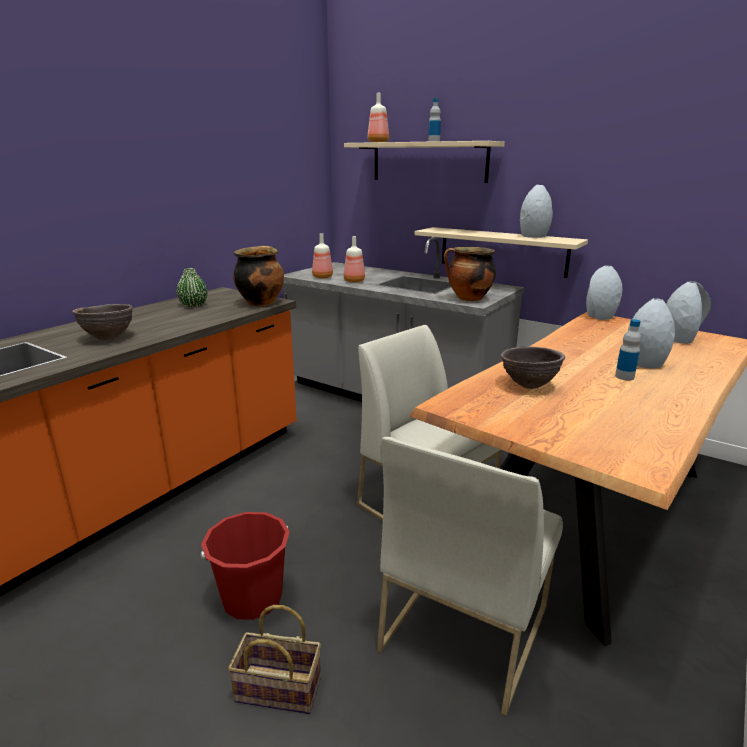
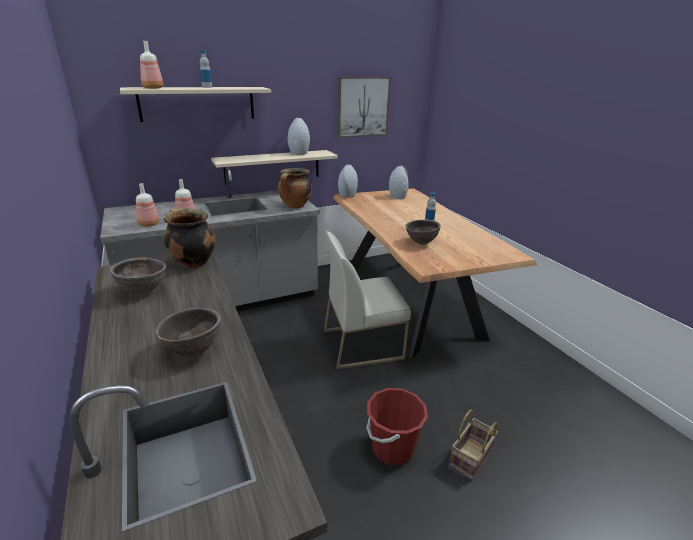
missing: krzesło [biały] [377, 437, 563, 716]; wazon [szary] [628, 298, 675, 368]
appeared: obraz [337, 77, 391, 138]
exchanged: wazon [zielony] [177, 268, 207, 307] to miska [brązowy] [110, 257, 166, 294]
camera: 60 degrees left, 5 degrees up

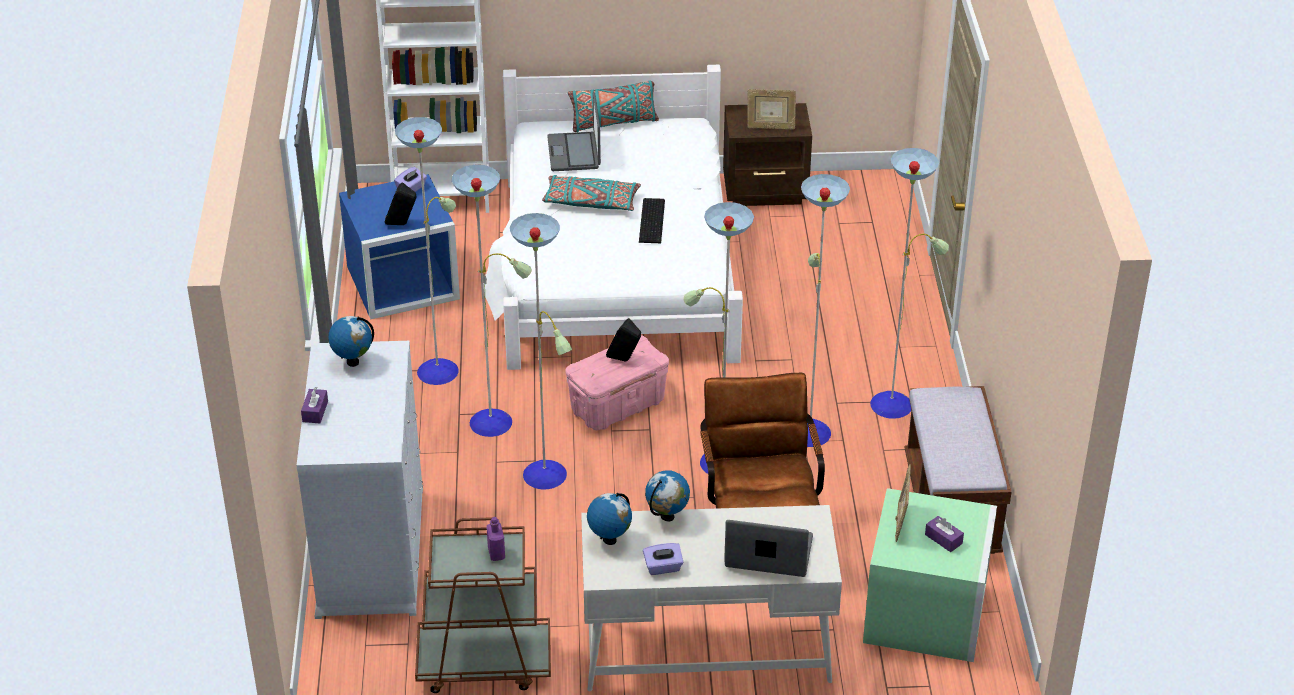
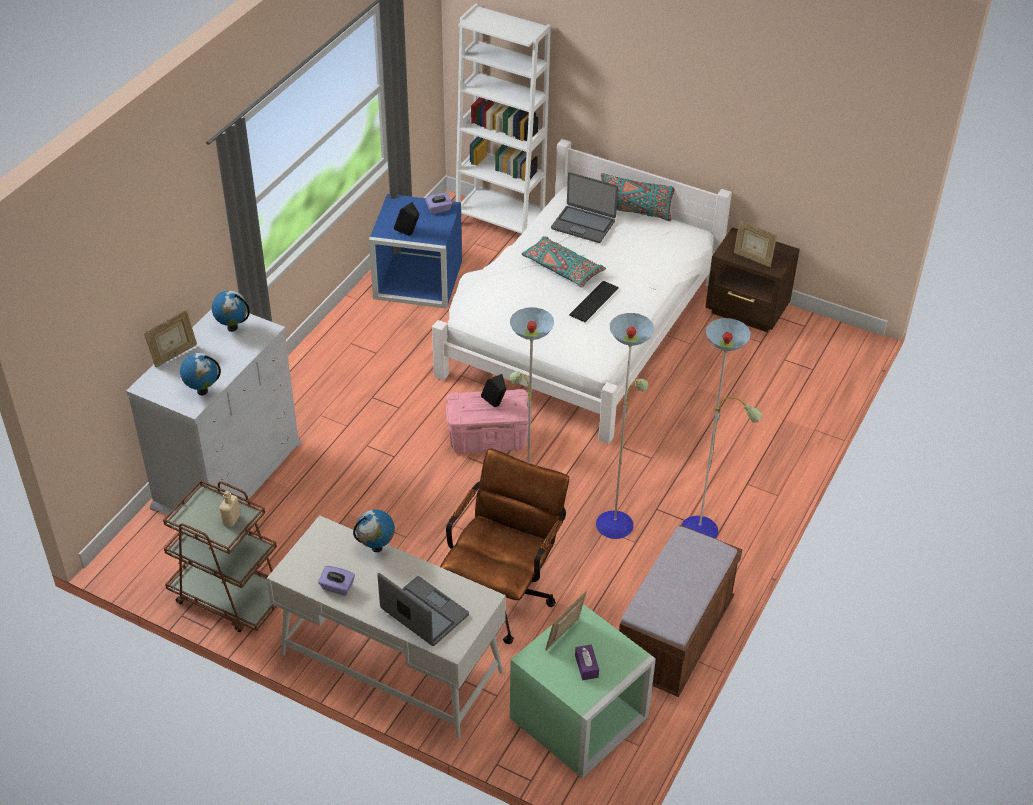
missing: lampa stojąca [395, 117, 572, 489]
relocated: globus [587, 493, 632, 545] to [180, 353, 221, 395]
exchanged: pudełko chusteczek [fioletowy] [301, 387, 328, 423] to ramka na zdjęcie [144, 310, 197, 367]
colour: butelka [fioletowy] [486, 517, 505, 561] to butelka [beżowy] [219, 491, 240, 527]
spun: laptop [547, 92, 601, 171] = [551, 172, 618, 243] 90 degrees counterclockwise
camera: 30 degrees right, 5 degrees up

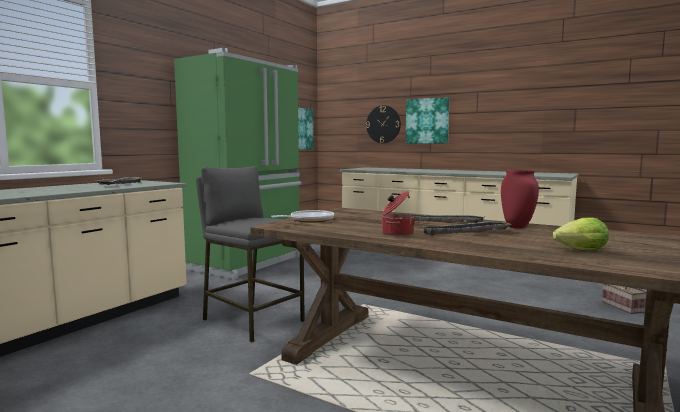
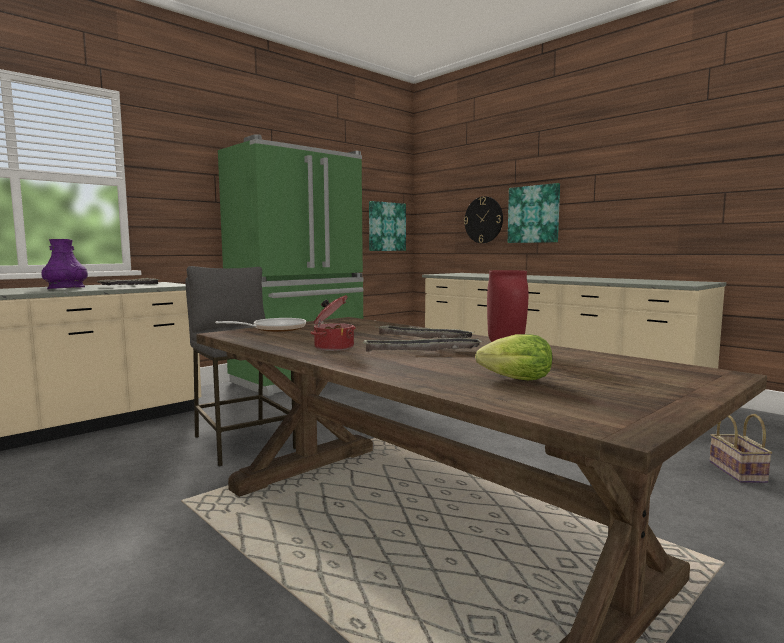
appeared: wazon [fioletowy] [41, 239, 88, 289]
camera: 15 degrees right, 0 degrees up

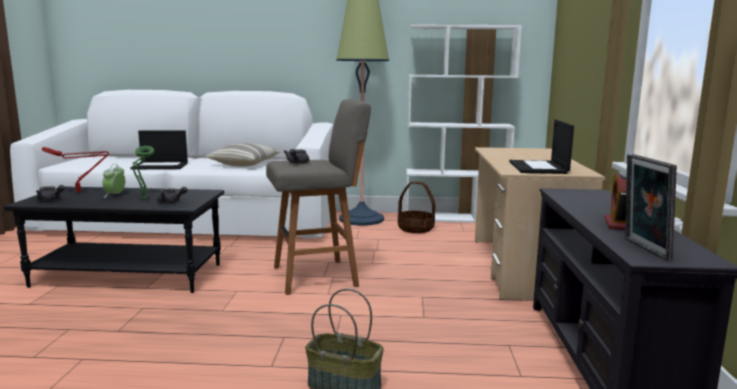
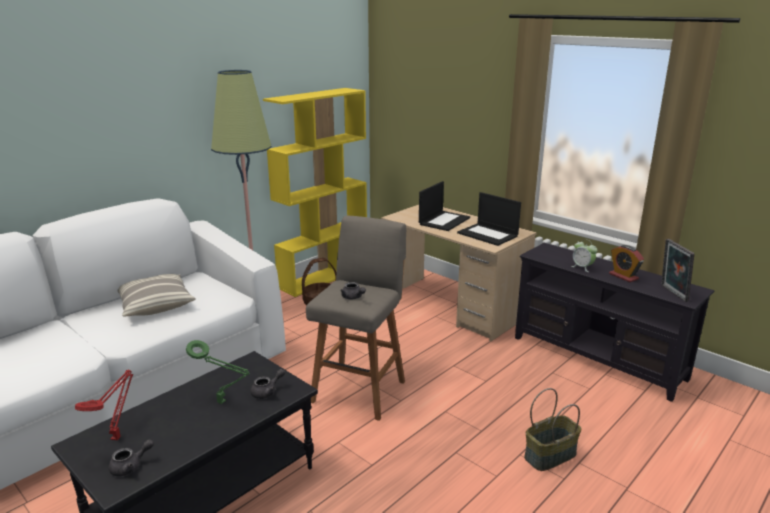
relocated: budzik [102, 164, 125, 198] to [571, 239, 597, 272]; laptop [131, 130, 188, 170] to [419, 181, 470, 231]
colour: regał [biały] [406, 25, 522, 223] to regał [żółty] [263, 88, 367, 297]
spun: ramka na zdjęcie [625, 154, 677, 261] = [661, 239, 695, 302] 45 degrees clockwise
camera: 50 degrees left, 10 degrees up

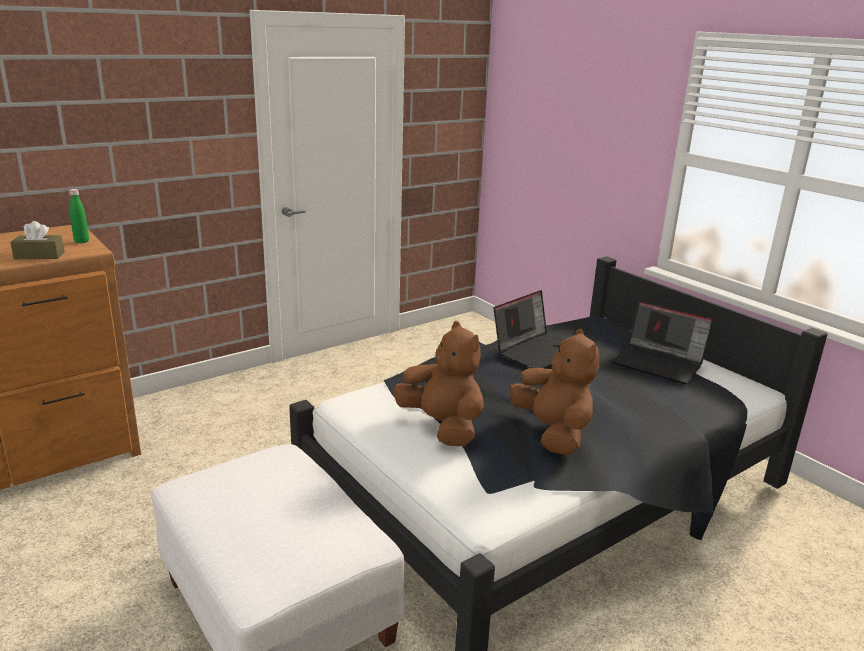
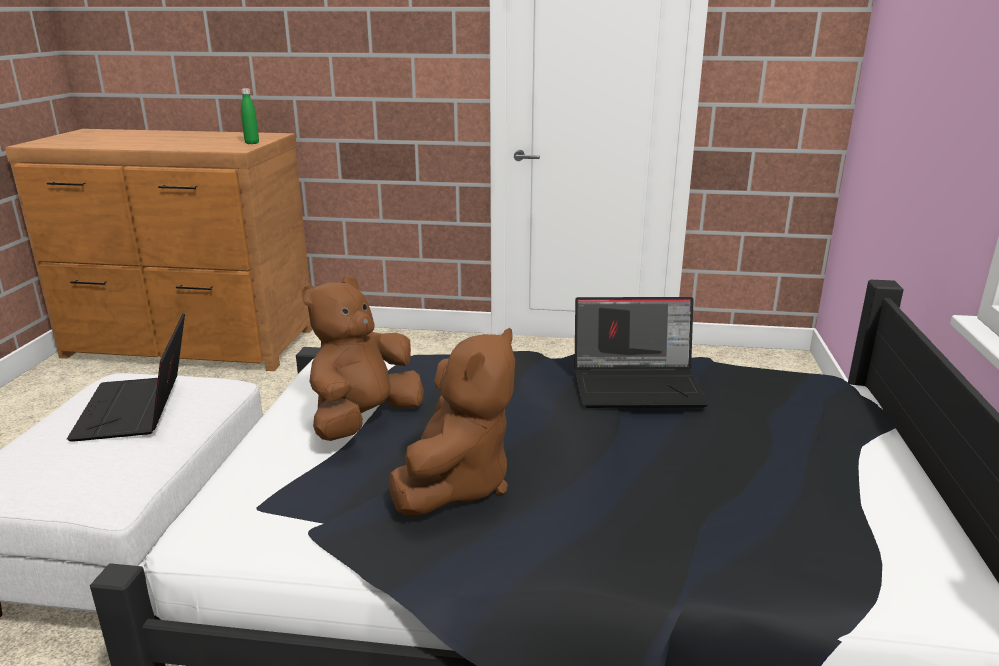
missing: pudełko chusteczek [brązowy] [10, 221, 65, 259]
relocated: laptop [611, 301, 714, 384] to [67, 313, 185, 442]
spun: pluszak [brązowy] [393, 321, 484, 446] = [302, 275, 424, 441] 150 degrees counterclockwise
camera: 45 degrees right, 0 degrees up

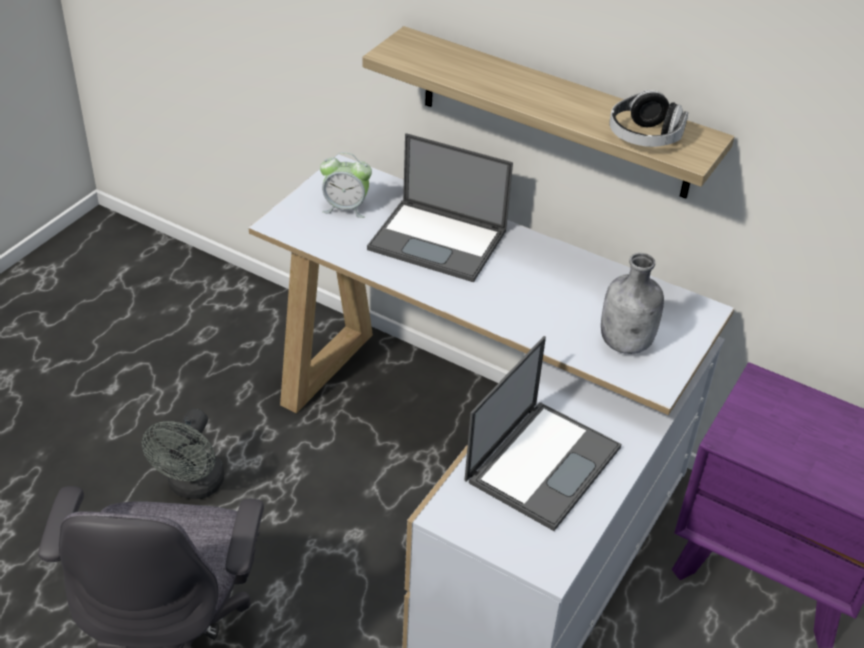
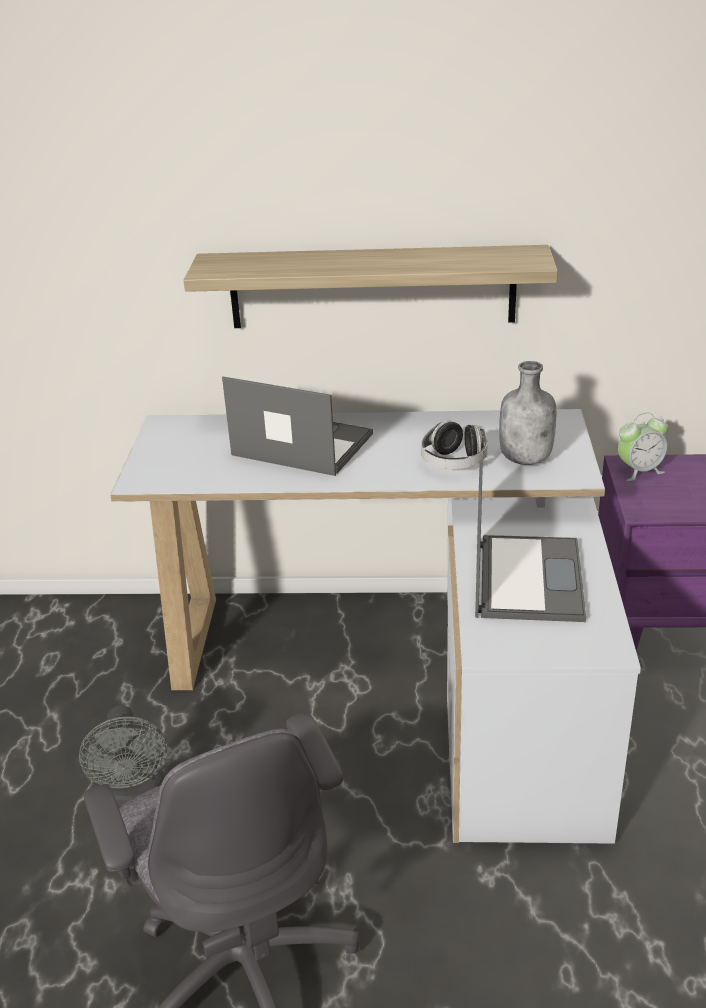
relocated: budzik [320, 152, 372, 218] to [618, 413, 668, 481]; słuchawki [609, 90, 688, 147] to [421, 421, 488, 469]
spun: laptop [367, 133, 513, 282] = [222, 377, 373, 476] 150 degrees counterclockwise
camera: 25 degrees left, 10 degrees down

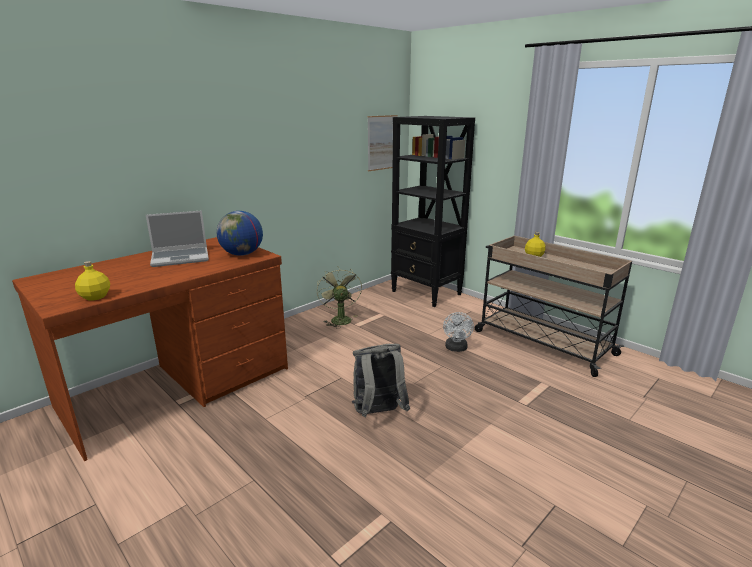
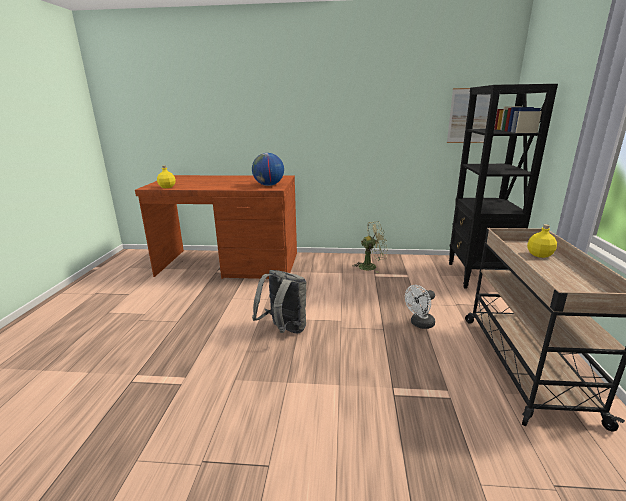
missing: laptop [146, 210, 209, 267]
spun: wentylator [zielony] [317, 267, 362, 328] = [353, 221, 388, 273] 45 degrees clockwise
camera: 50 degrees right, 0 degrees up

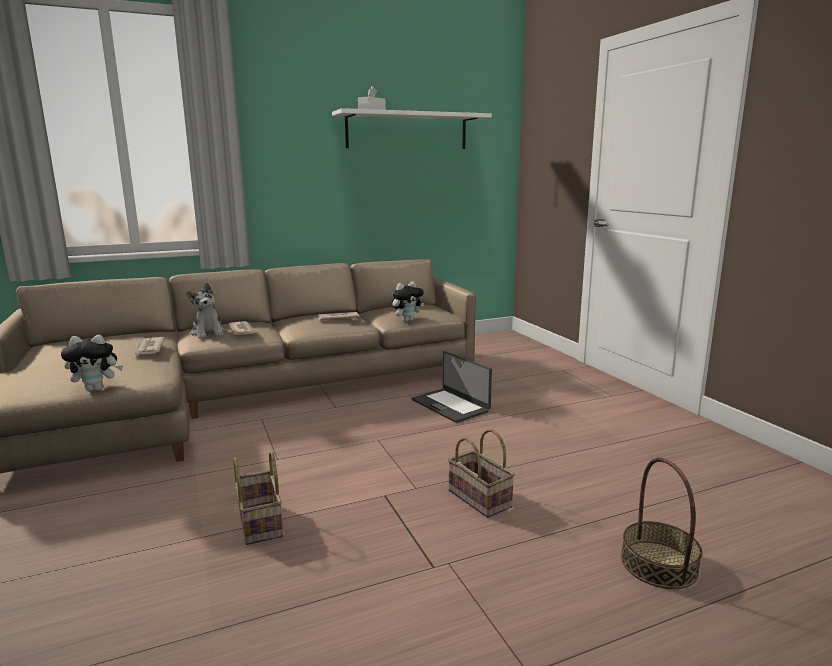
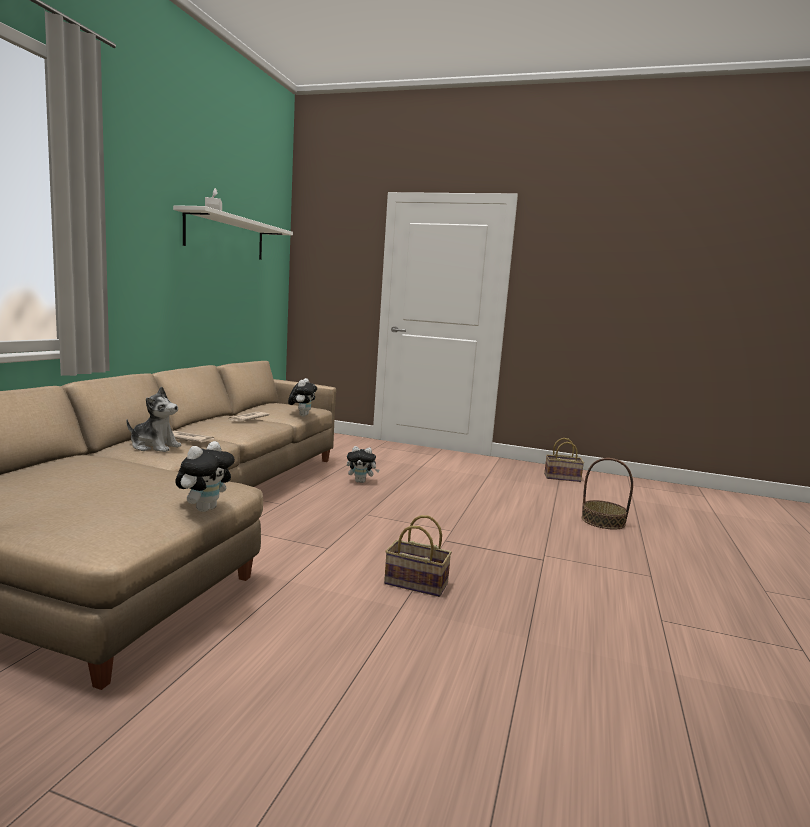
missing: gazeta [134, 337, 165, 357]
relocated: koszyk [448, 429, 515, 518] to [544, 438, 584, 482]
exchanged: laptop [412, 351, 492, 423] to pluszak [347, 446, 379, 483]
camera: 50 degrees left, 5 degrees down

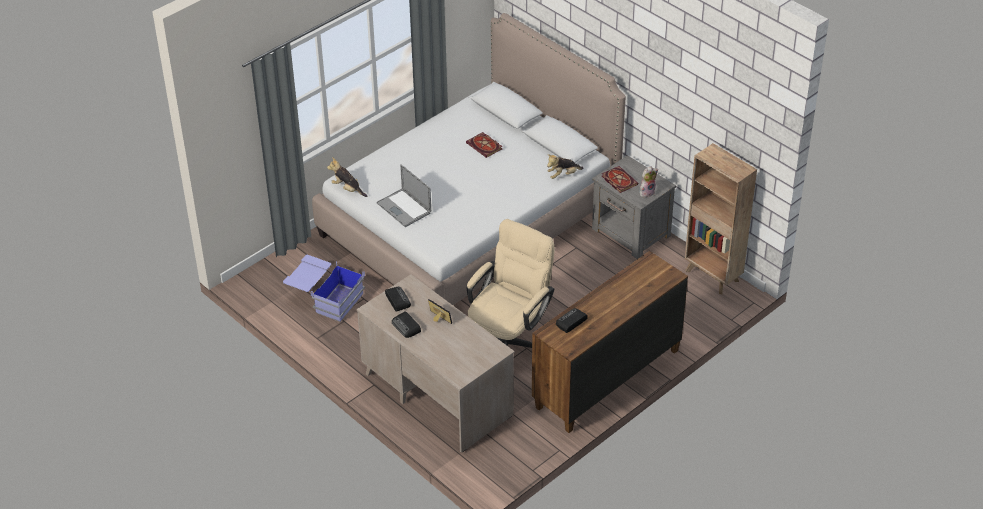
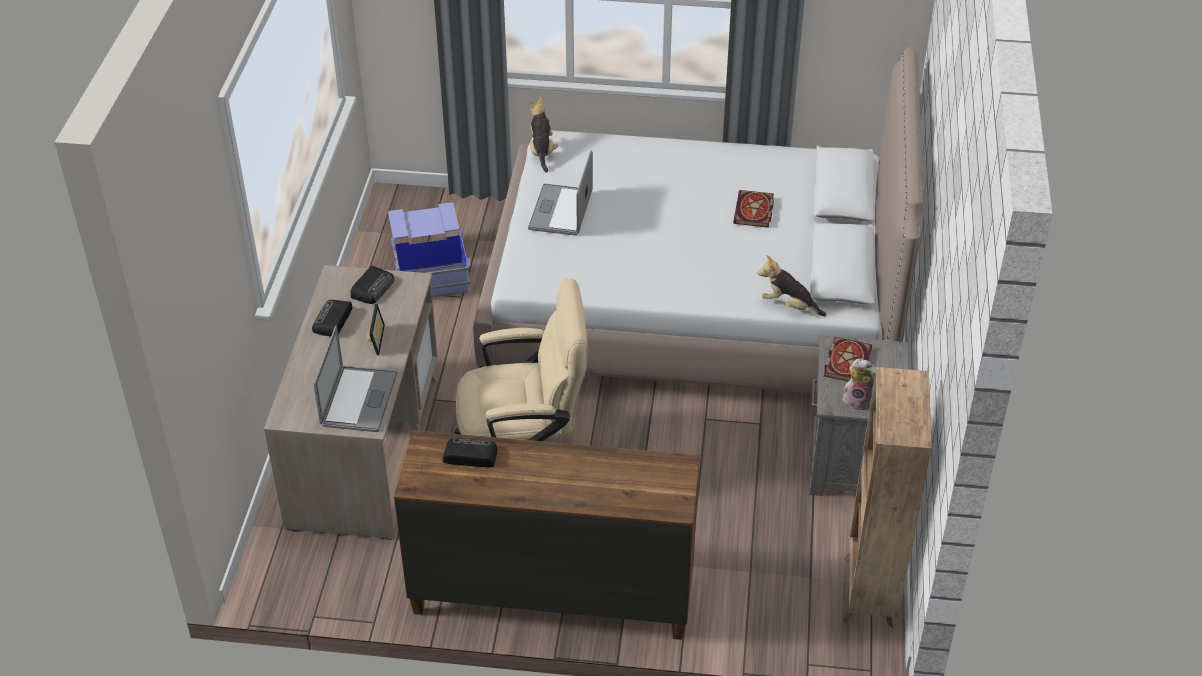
appeared: laptop [313, 325, 398, 432]
camera: 50 degrees right, 0 degrees up

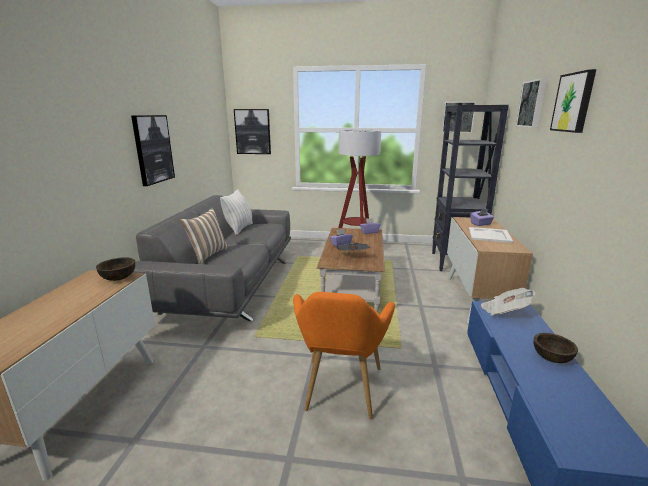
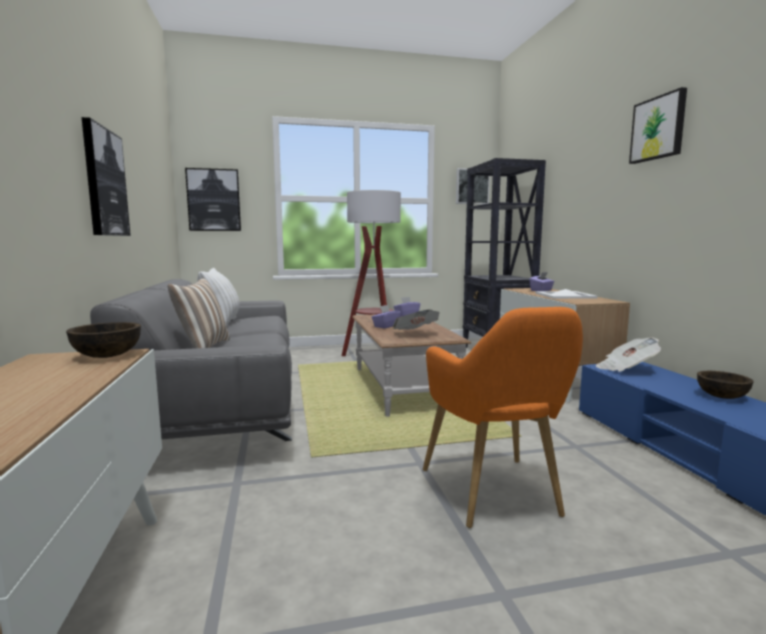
missing: obraz [516, 78, 547, 128]
camera: 20 degrees left, 10 degrees down

